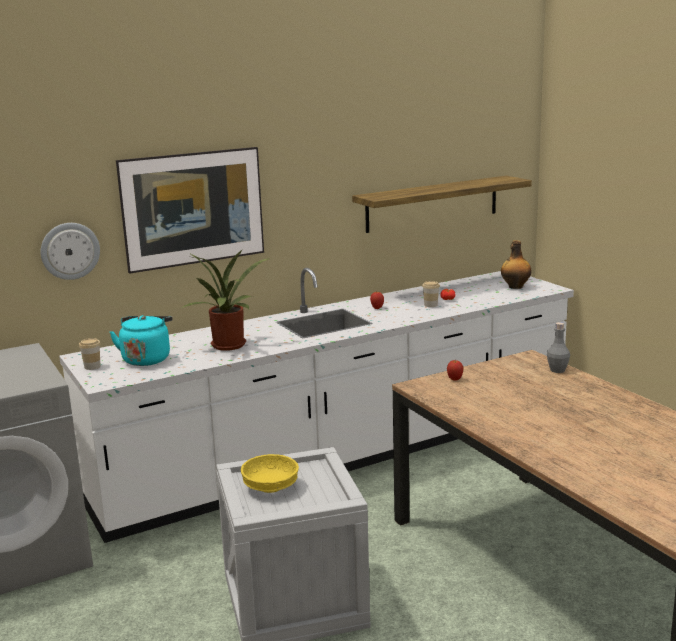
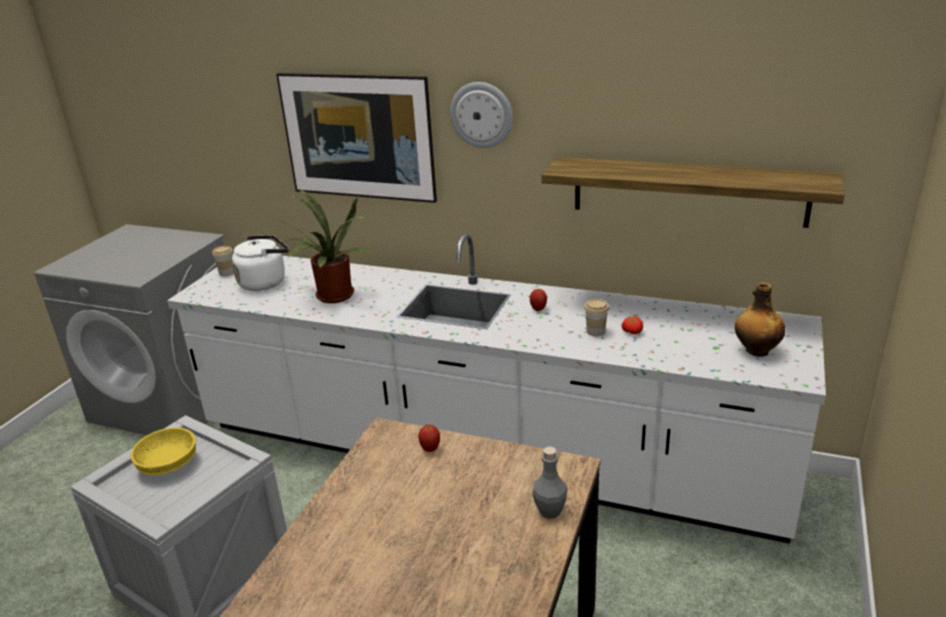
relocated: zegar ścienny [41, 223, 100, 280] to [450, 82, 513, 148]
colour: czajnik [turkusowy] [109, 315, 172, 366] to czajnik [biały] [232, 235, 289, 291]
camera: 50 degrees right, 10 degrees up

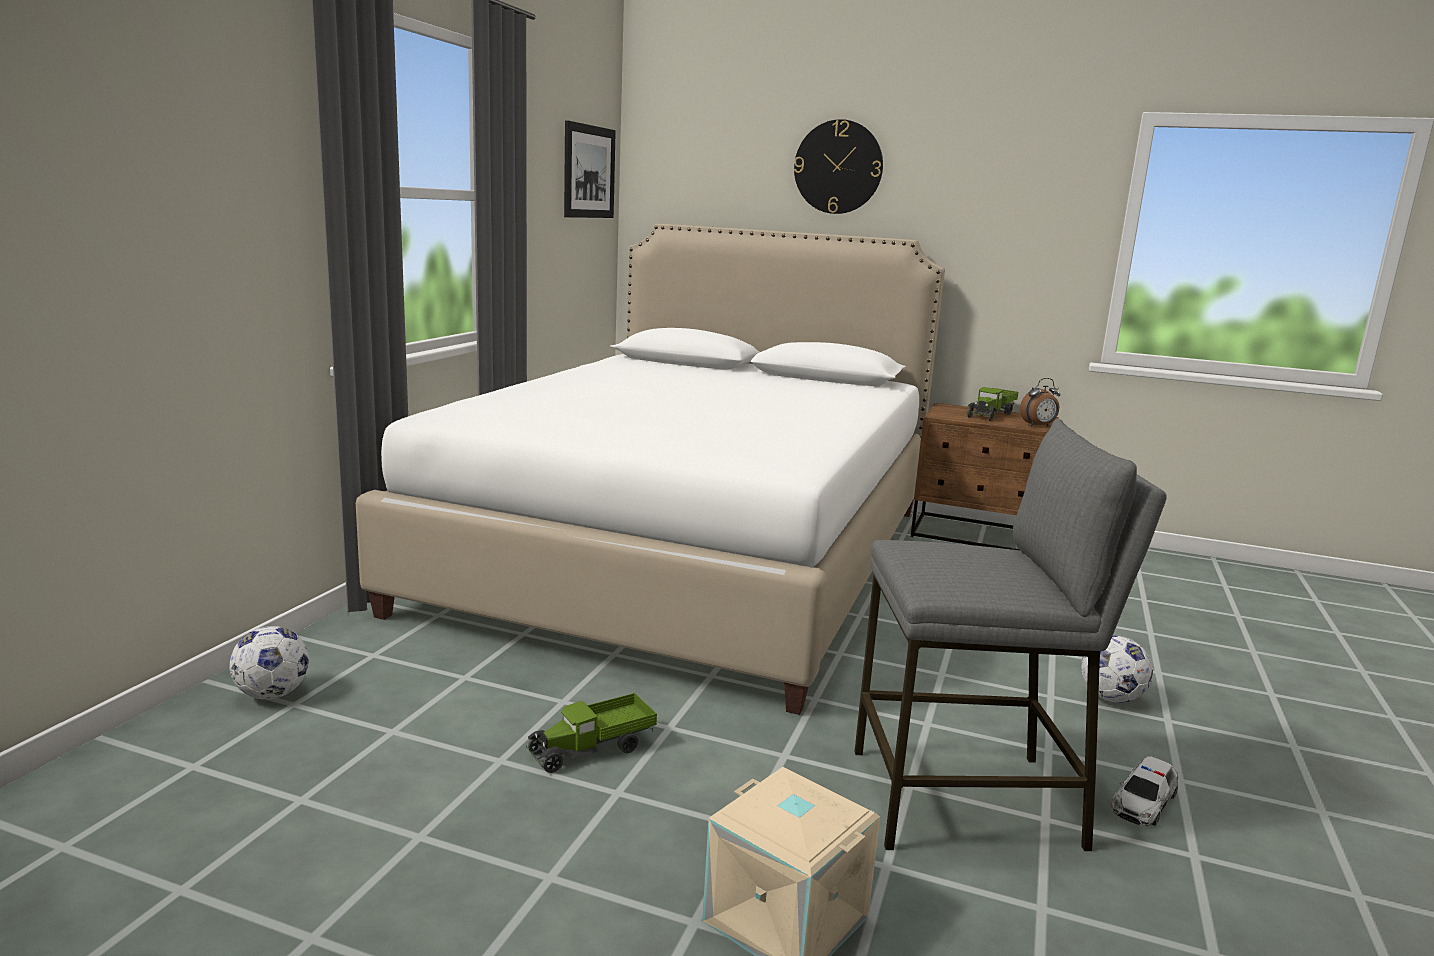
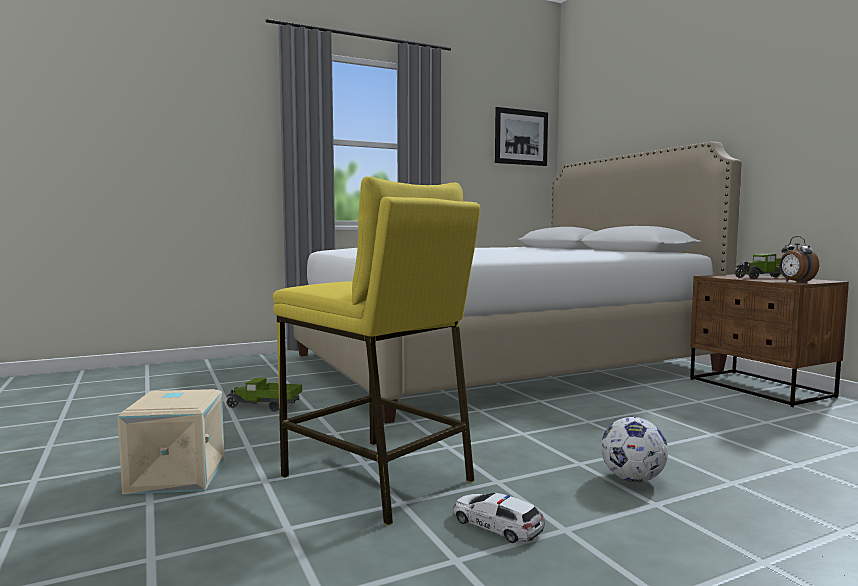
missing: piłka futbolowa [229, 626, 309, 699]; zegar ścienny [794, 119, 883, 214]
colour: stołek [szary] [854, 419, 1167, 851] to stołek [żółty] [273, 176, 480, 526]
spun: budzik [1020, 378, 1061, 426] = [779, 236, 819, 283] 45 degrees clockwise; samochodzik [1112, 756, 1178, 826] = [453, 493, 545, 543] 45 degrees clockwise
camera: 45 degrees right, 10 degrees down

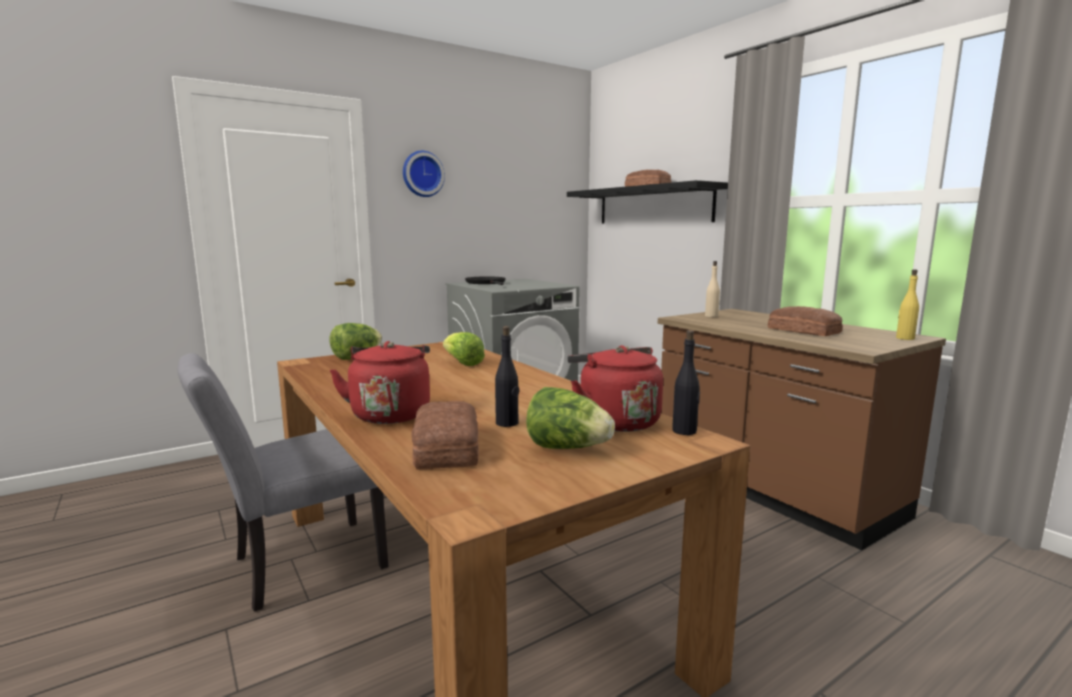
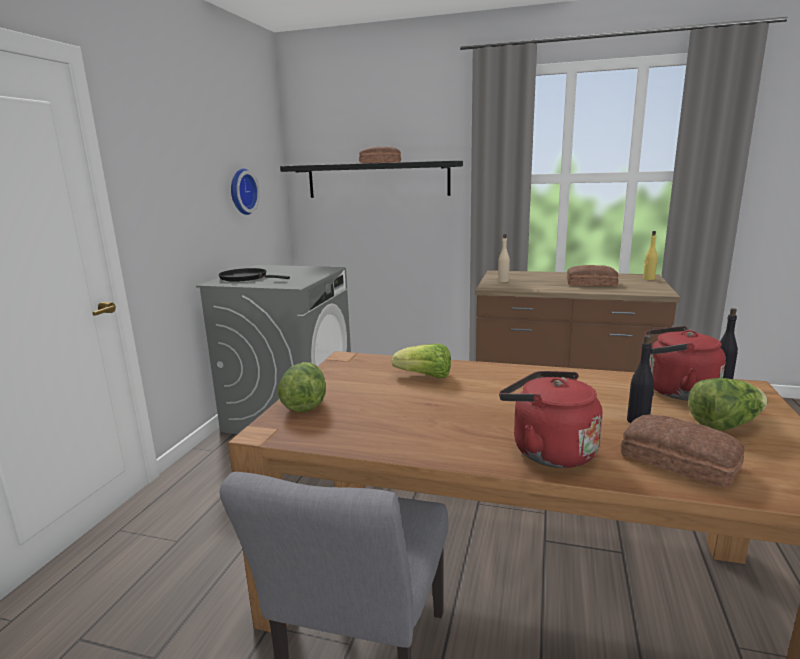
relocated: zegar ścienny [403, 151, 445, 197] to [231, 168, 260, 215]
camera: 40 degrees left, 5 degrees up

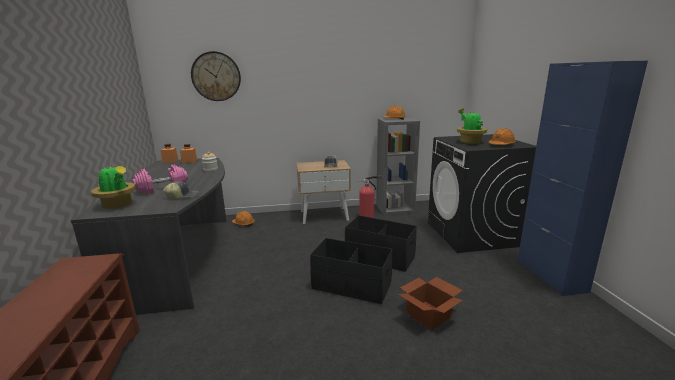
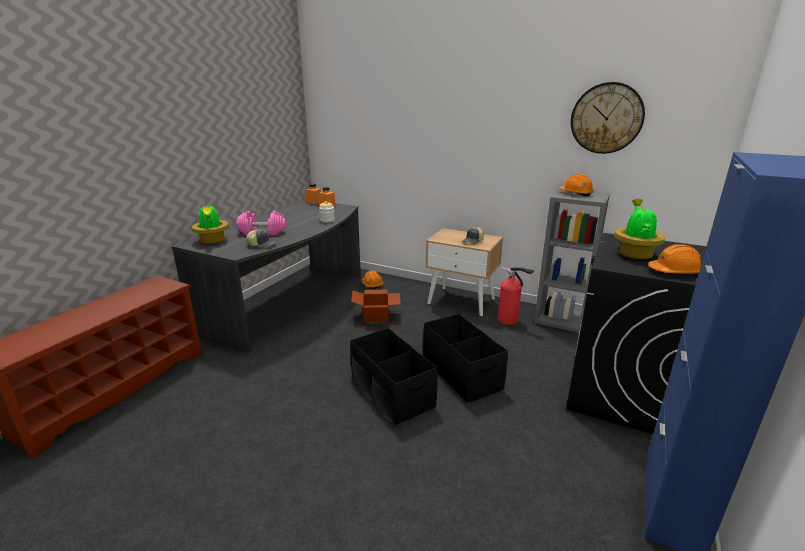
relocated: zegar ścienny [191, 51, 241, 101] to [571, 82, 645, 154]; karton [398, 277, 463, 330] to [351, 289, 401, 322]
camera: 35 degrees right, 5 degrees up

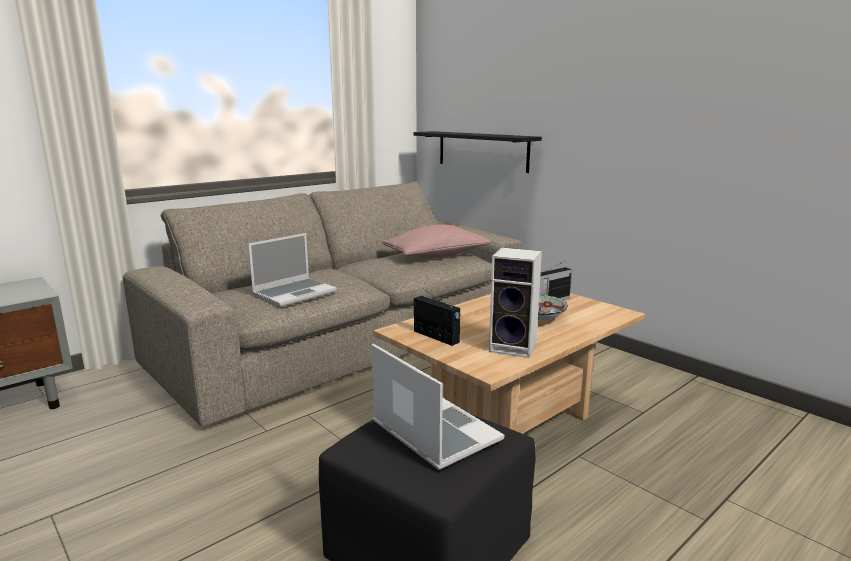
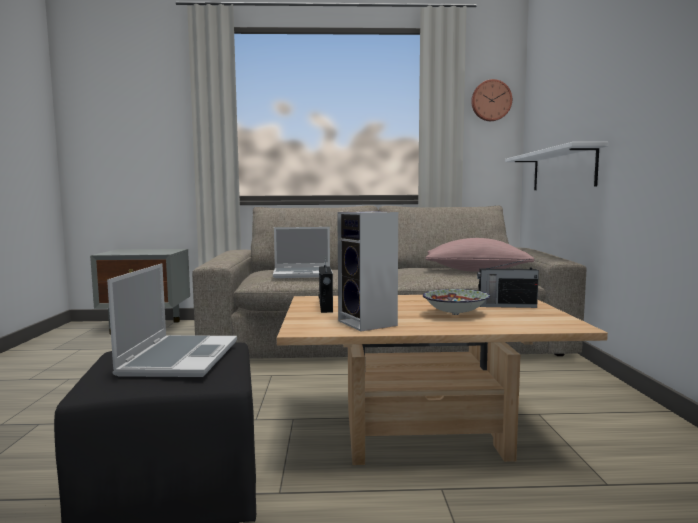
appeared: zegar ścienny [471, 79, 512, 121]
colour: półka [czarny] [414, 131, 542, 173] to półka [biały] [505, 142, 608, 190]
camera: 40 degrees right, 10 degrees down

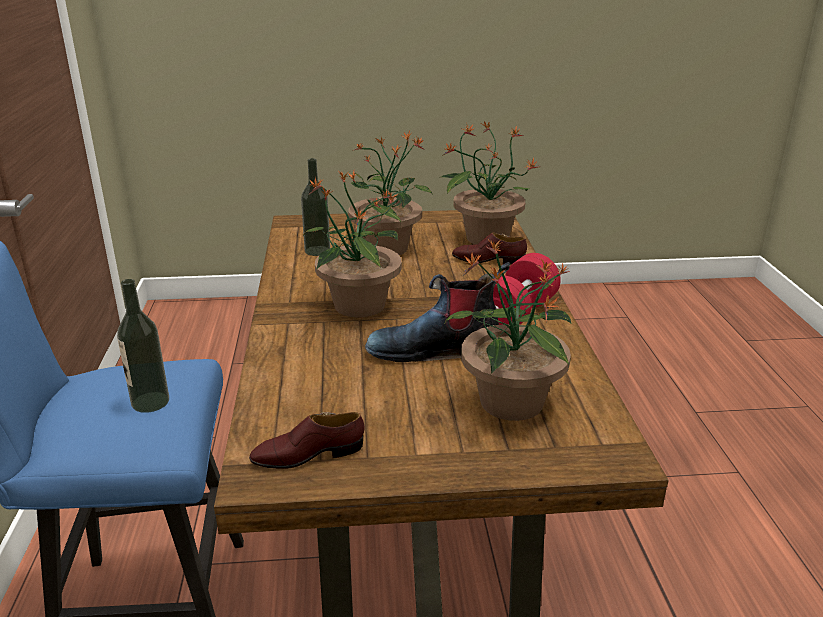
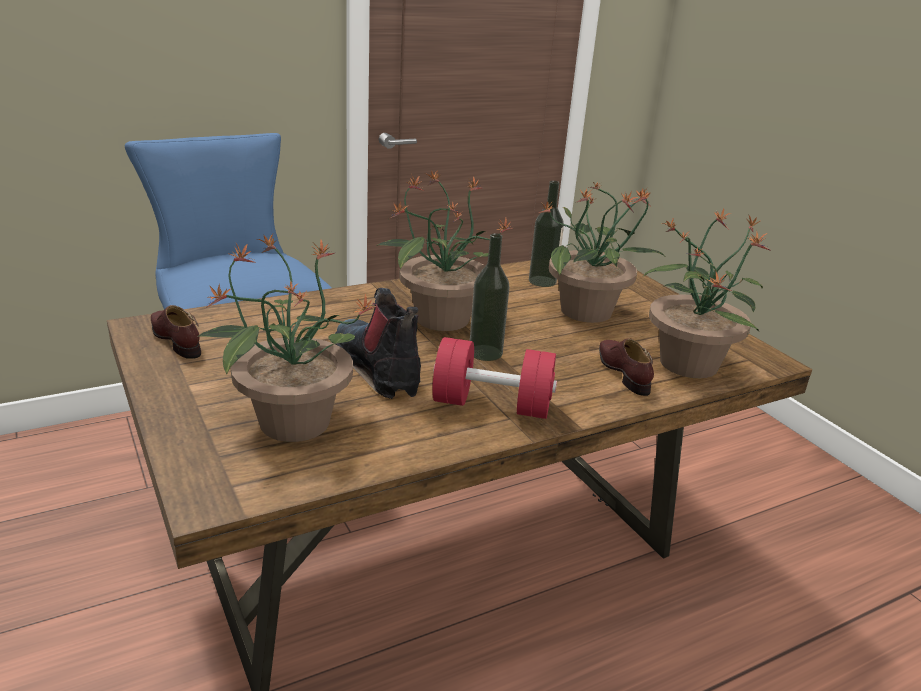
relocated: butelka [117, 279, 169, 413] to [470, 233, 510, 361]
camera: 65 degrees right, 0 degrees up

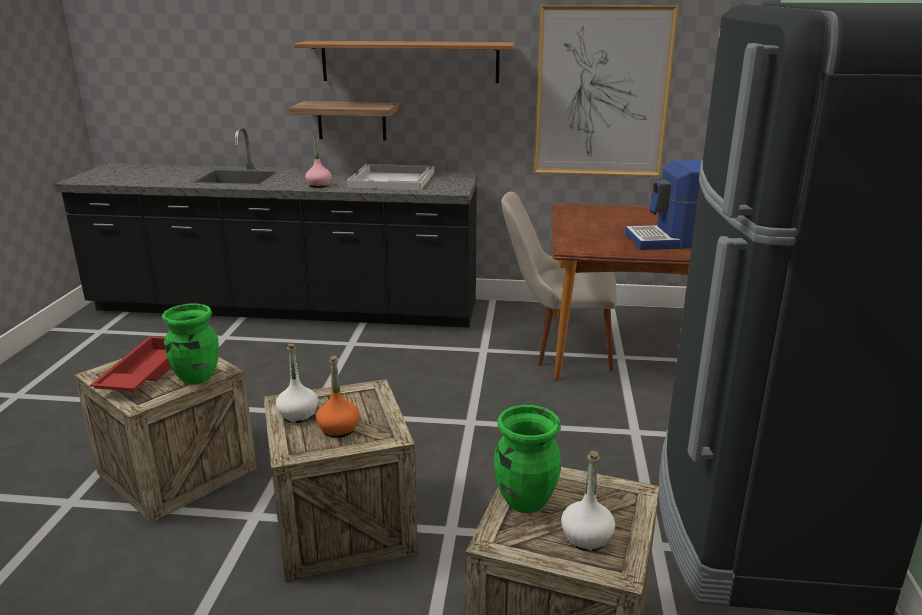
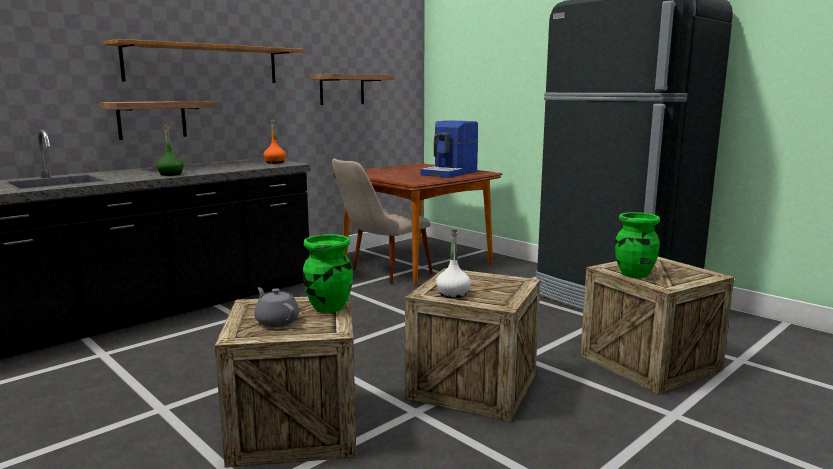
missing: taca [biały] [347, 164, 434, 190]; butelka [biały] [561, 451, 615, 551]
relocated: butelka [pomarańczowy] [316, 355, 359, 438] to [263, 120, 286, 164]
exchanged: taca [czerwony] [90, 336, 171, 391] to imbryk [szary] [254, 287, 299, 327]; obraz [534, 5, 679, 176] to półka [310, 74, 394, 105]
colour: butelka [różowy] [305, 136, 332, 188] to butelka [zielony] [156, 125, 184, 176]
camera: 50 degrees left, 10 degrees down

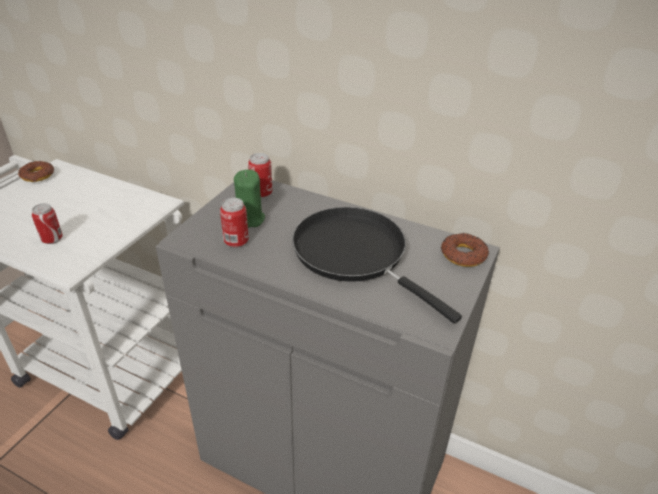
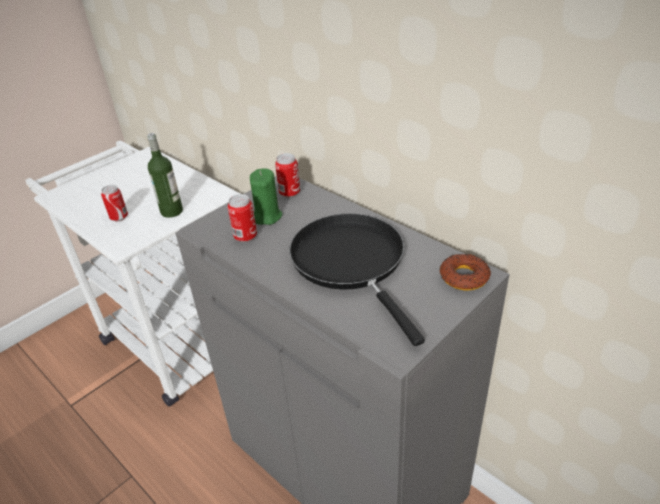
missing: donut [18, 161, 54, 182]
appeared: butelka [147, 133, 183, 218]
camera: 20 degrees right, 0 degrees up

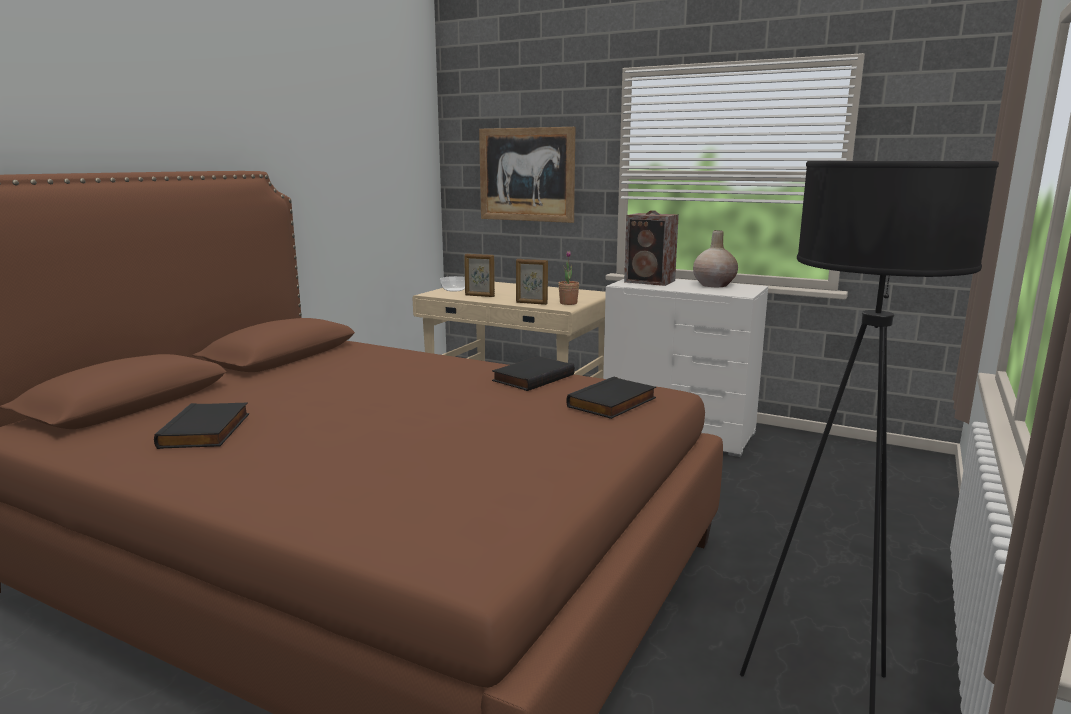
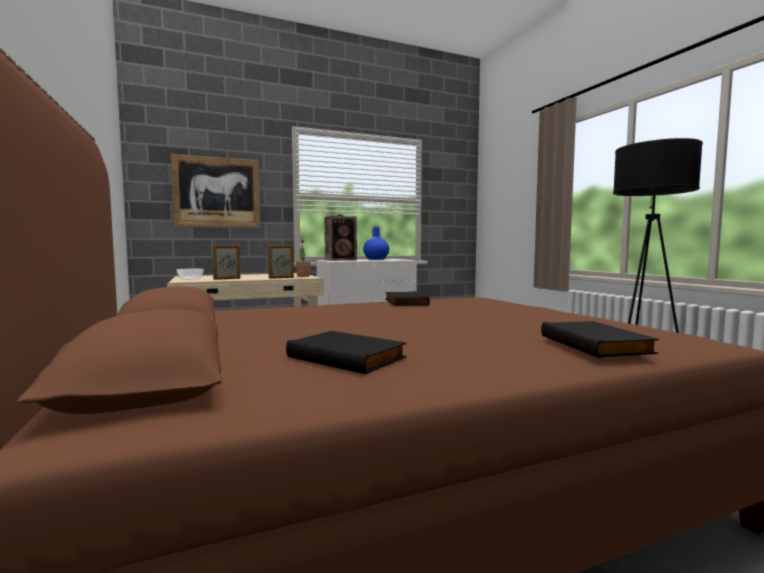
relocated: książka [czarny] [566, 377, 656, 419] to [541, 321, 659, 358]
colour: wazon [beżowy] [693, 230, 738, 287] to wazon [niebieski] [363, 227, 389, 260]
camera: 50 degrees left, 10 degrees down

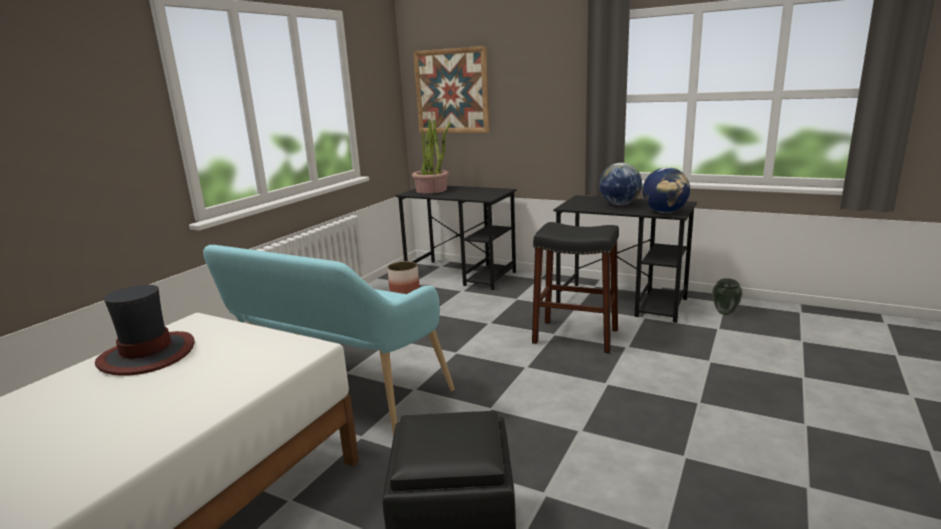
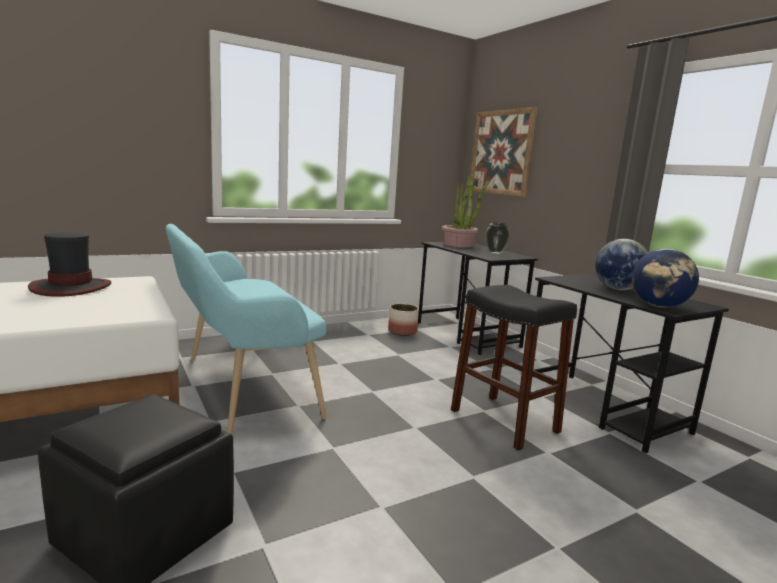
relocated: wazon [712, 278, 743, 315] to [486, 223, 510, 254]
camera: 30 degrees right, 5 degrees down

